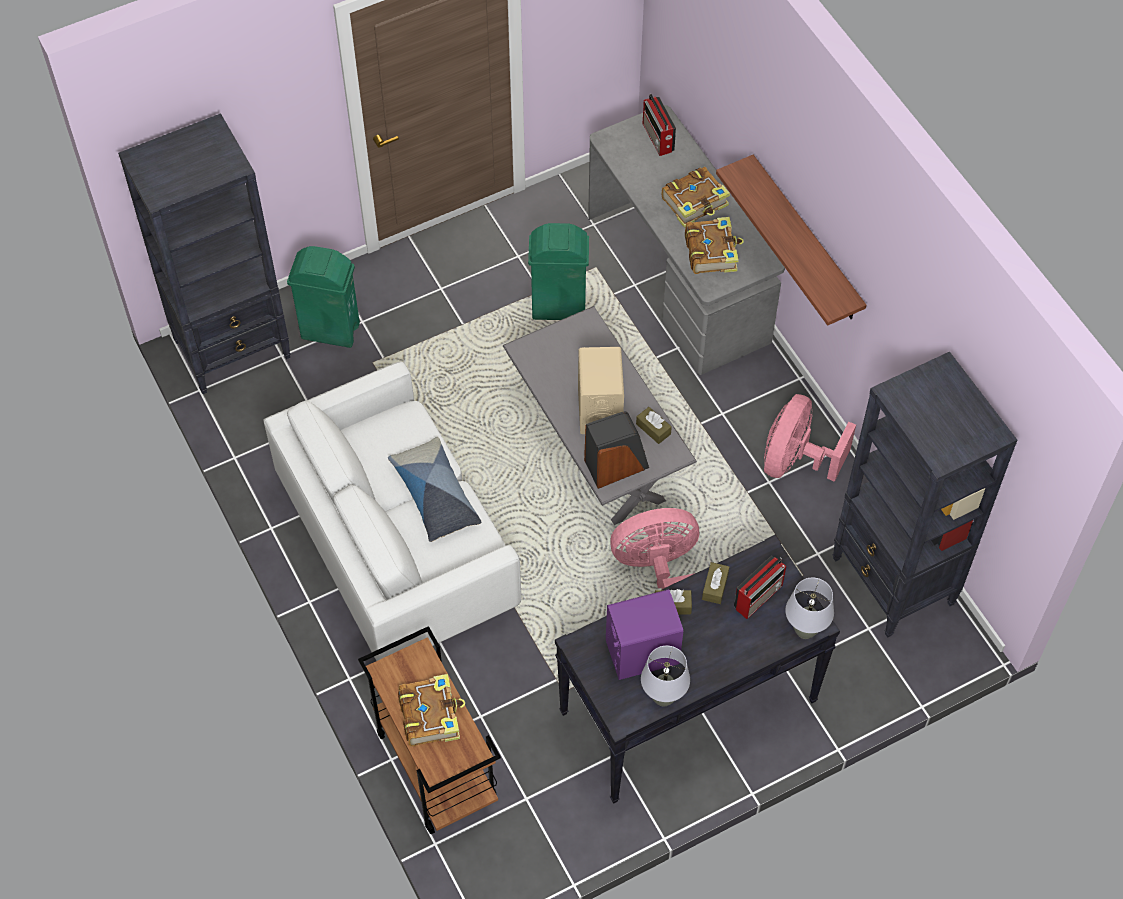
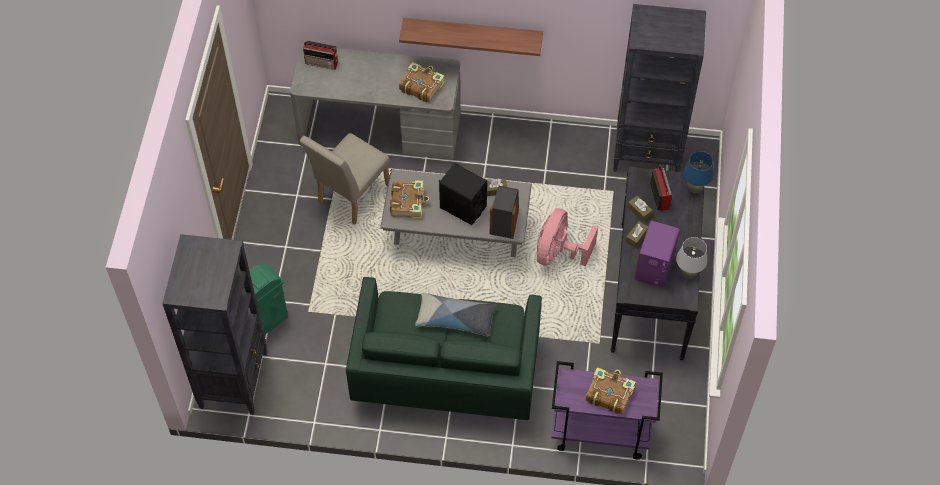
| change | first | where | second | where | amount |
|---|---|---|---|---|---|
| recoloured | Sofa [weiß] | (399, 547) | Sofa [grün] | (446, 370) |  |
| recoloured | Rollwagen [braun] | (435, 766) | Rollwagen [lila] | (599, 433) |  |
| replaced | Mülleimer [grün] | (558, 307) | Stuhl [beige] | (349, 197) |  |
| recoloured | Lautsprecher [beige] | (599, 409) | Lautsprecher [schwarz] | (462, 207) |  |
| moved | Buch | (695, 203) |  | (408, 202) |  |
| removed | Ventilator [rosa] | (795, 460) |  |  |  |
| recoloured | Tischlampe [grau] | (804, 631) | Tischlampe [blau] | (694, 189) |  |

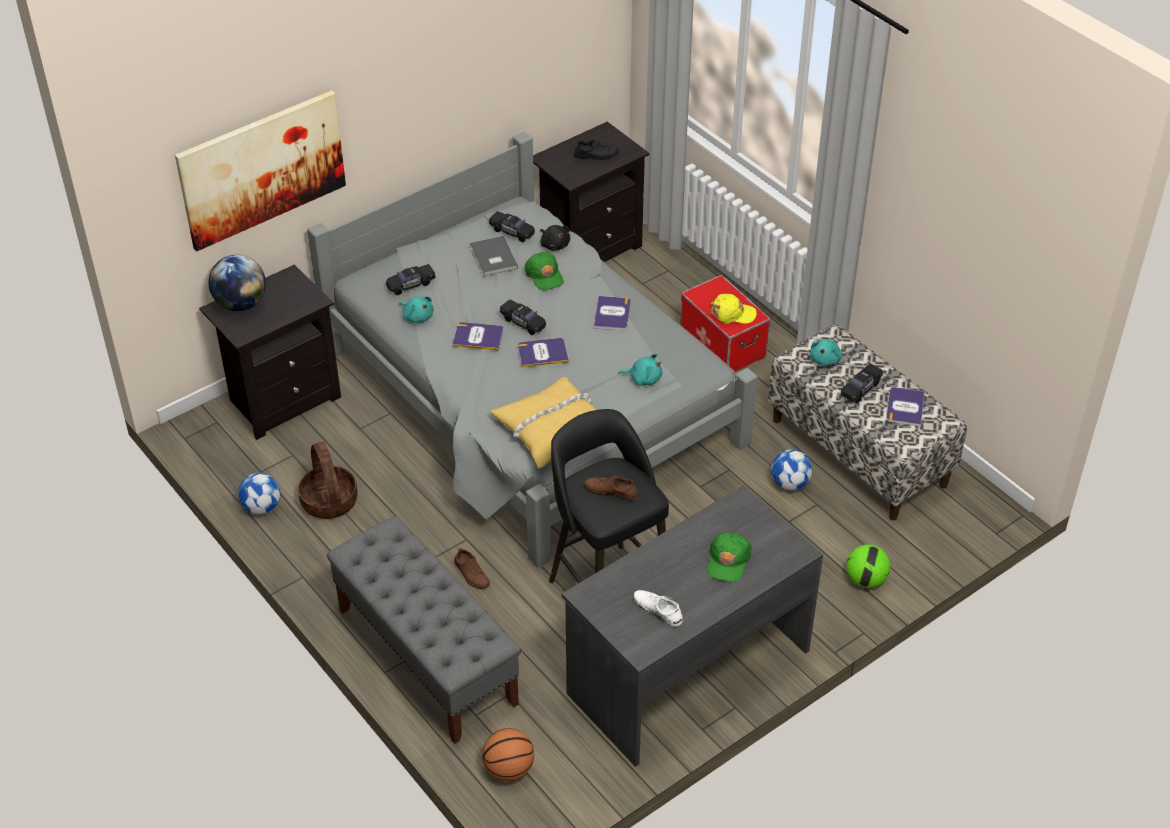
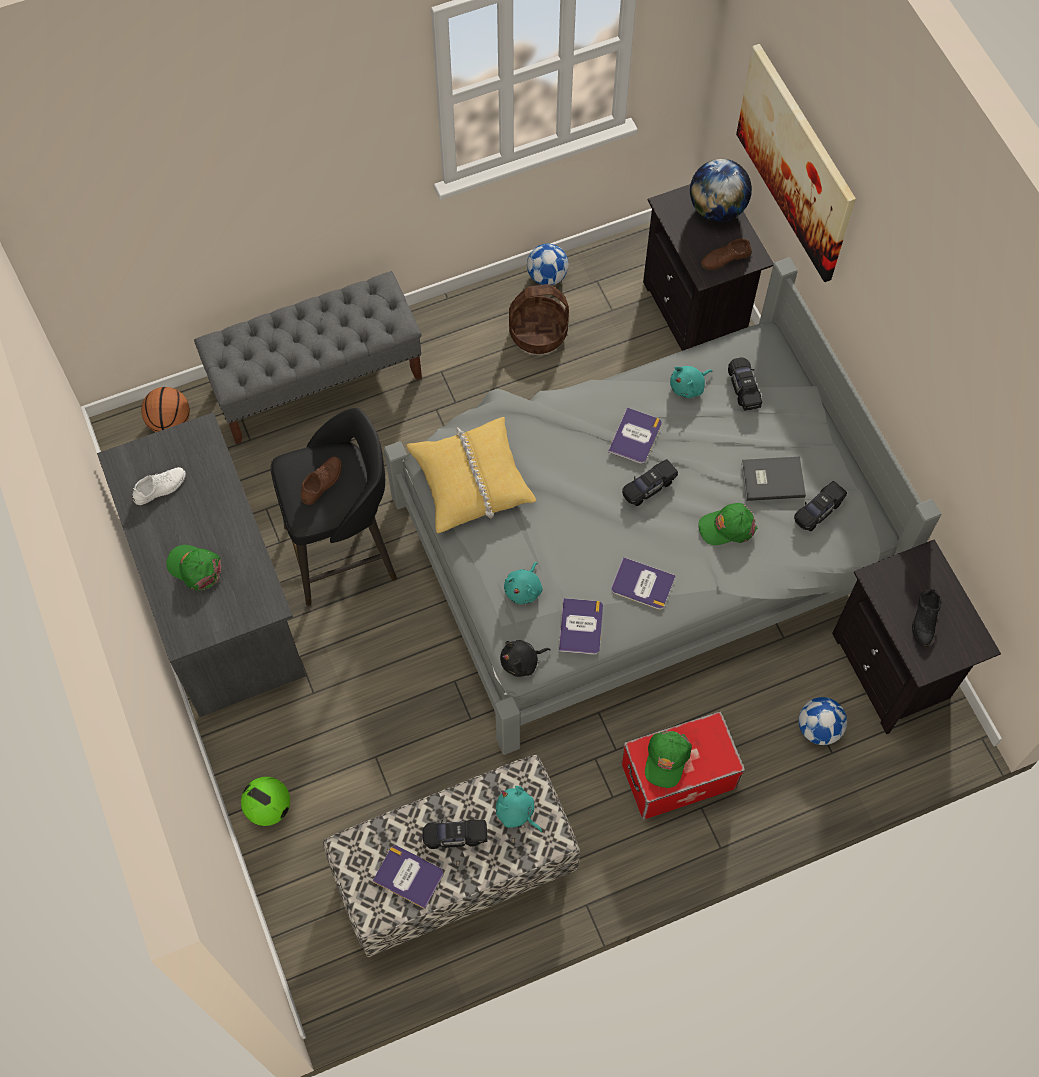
| change | first | where | second | where | amount |
|---|---|---|---|---|---|
| moved | Schuh [braun] | (471, 574) |  | (725, 258) |  |
| moved | Buch | (543, 353) |  | (581, 627) |  |
| moved | Plüschtier [schwarz] | (554, 245) |  | (522, 662) |  |
| recoloured | Kappe [gelb] | (732, 313) | Kappe [grün] | (666, 759) |  |
| moved | Fußball | (789, 483) |  | (819, 728) |  |
| turned | Spielzeugauto [schwarz] | (860, 389) |  | (455, 836) | 60 degrees counterclockwise |

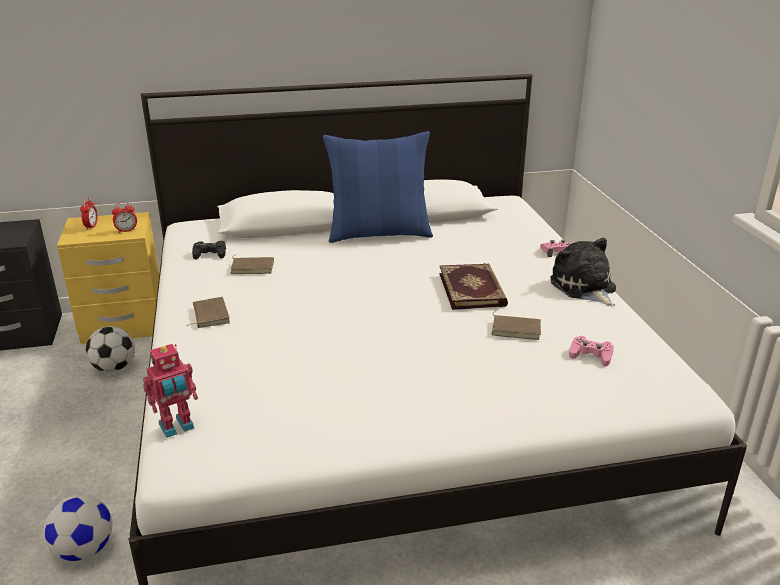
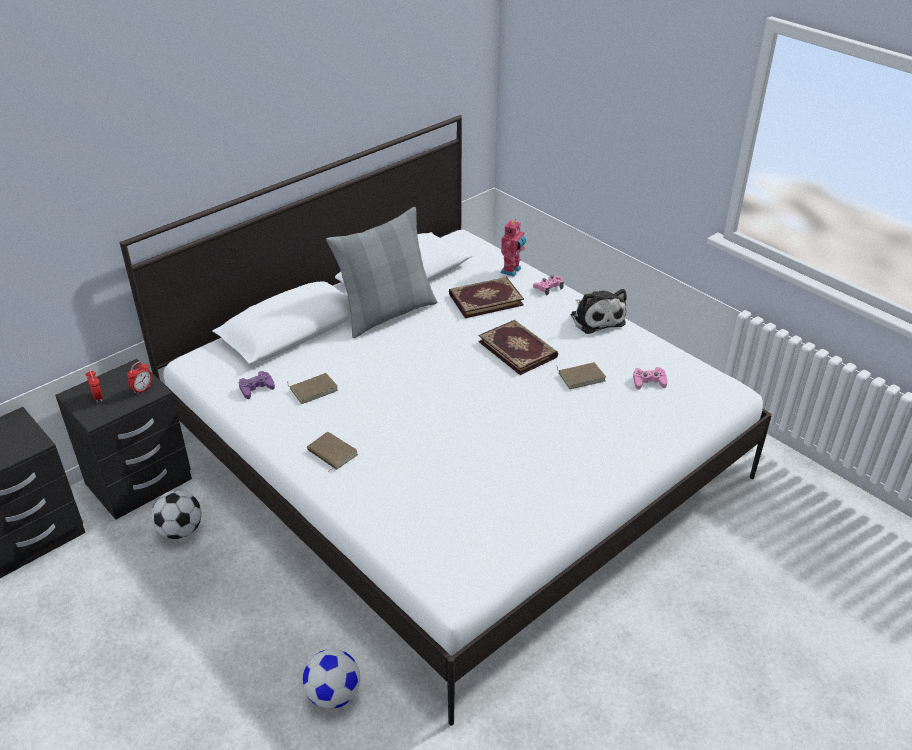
| change | first | where | second | where | amount |
|---|---|---|---|---|---|
| recoloured | Nachttisch [gelb] | (124, 324) | Nachttisch [schwarz] | (139, 482) |  |
| moved | Spielzeugroboter | (177, 427) |  | (512, 271) |  |
| recoloured | Gamepad [schwarz] | (210, 254) | Gamepad [lila] | (256, 388) |  |
| recoloured | Kissen [blau] | (379, 233) | Kissen [grau] | (387, 313) |  |
| turned | Plüschtier | (584, 287) |  | (596, 318) | 150 degrees counterclockwise |
| added |  |  | Buch | (485, 299) |  |

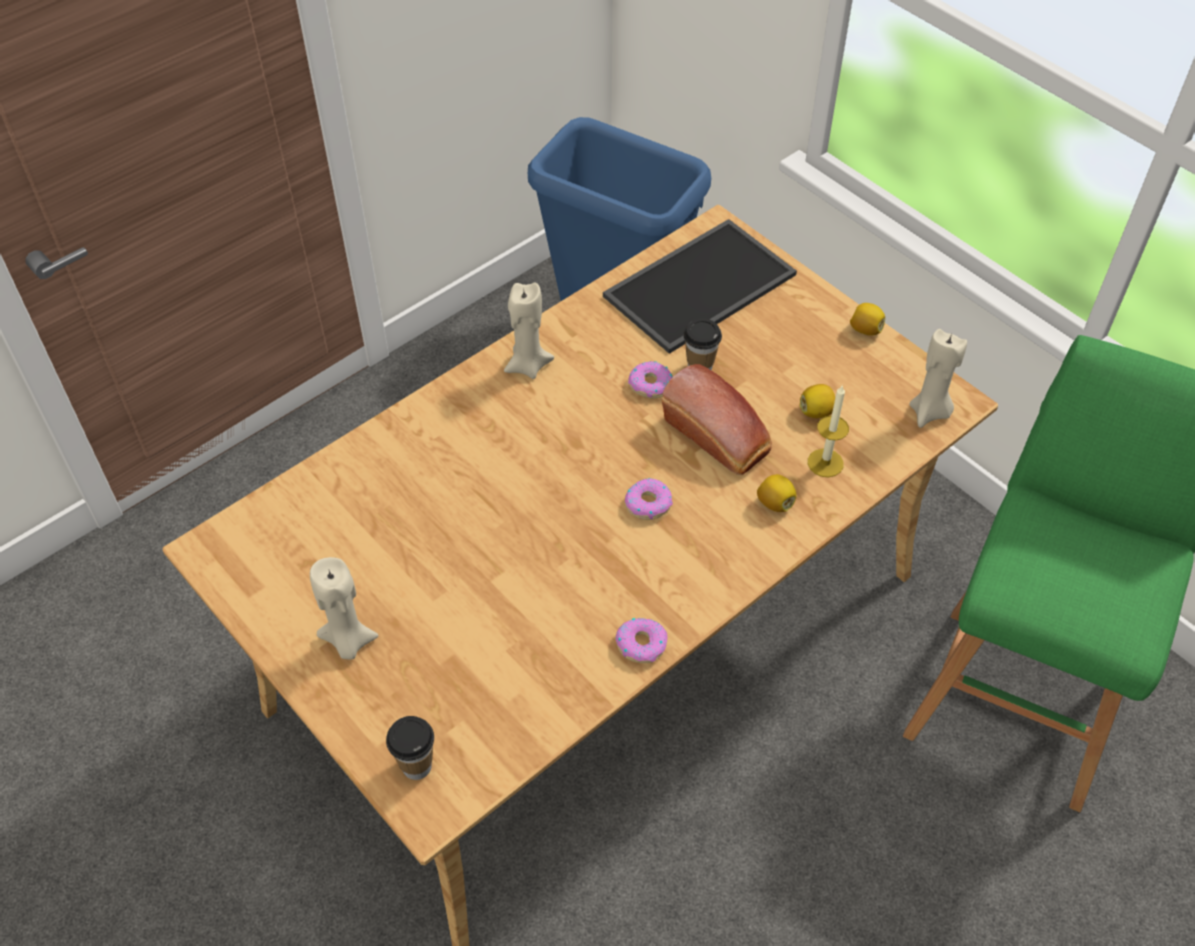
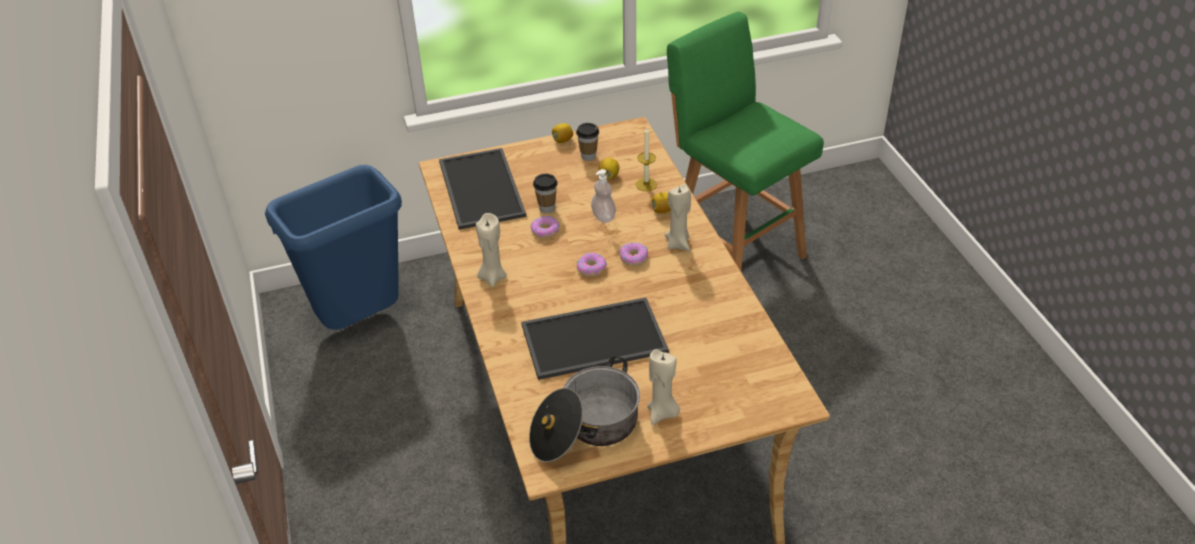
| change | first | where | second | where | amount |
|---|---|---|---|---|---|
| moved | Tasse | (416, 766) |  | (588, 156) |  |
| moved | Donut | (641, 644) |  | (591, 268) |  |
| replaced | Brot | (719, 438) | Seifenspender | (603, 216) |  |
| moved | Kerze [beige] | (929, 412) |  | (678, 244) |  |
| added |  |  | Tablett | (593, 340) |  |
| added |  |  | Kochtopf | (585, 429) |  |

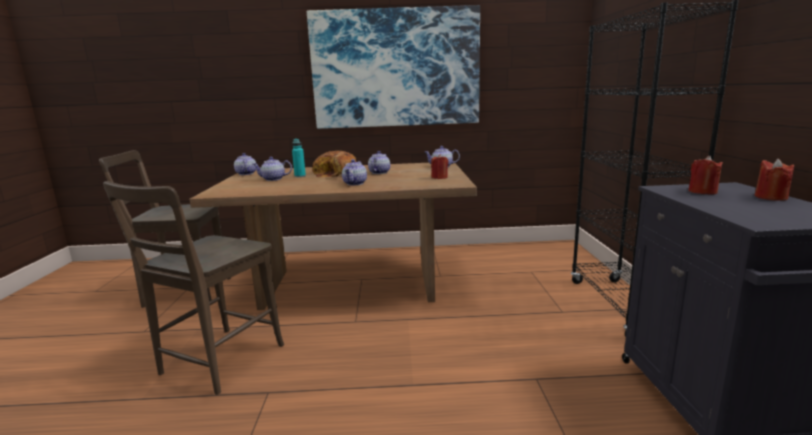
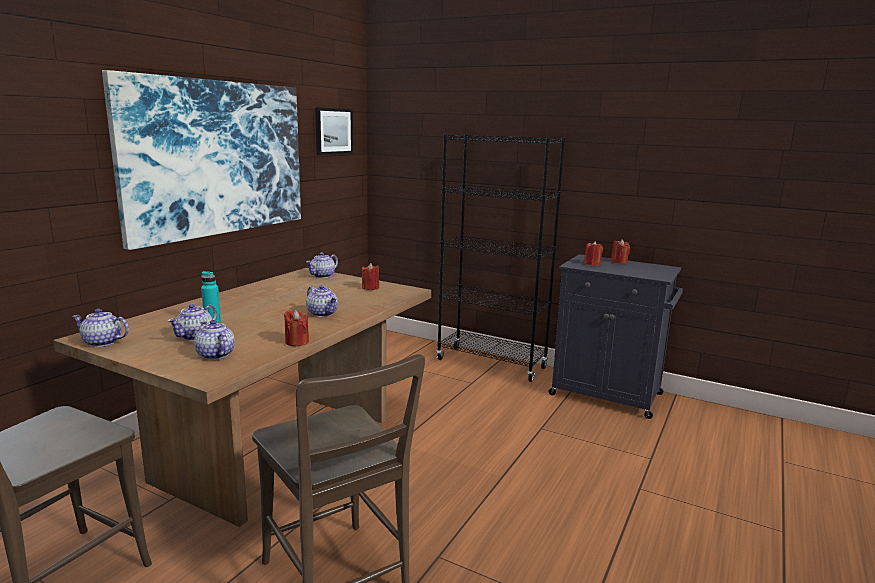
| change | first | where | second | where | amount |
|---|---|---|---|---|---|
| removed | Brot | (336, 174) |  |  |  |
| moved | Teekanne | (379, 172) |  | (215, 355) |  |
| added |  |  | Kerze [rot] | (297, 342) |  |
| added |  |  | Bild | (333, 131) |  |

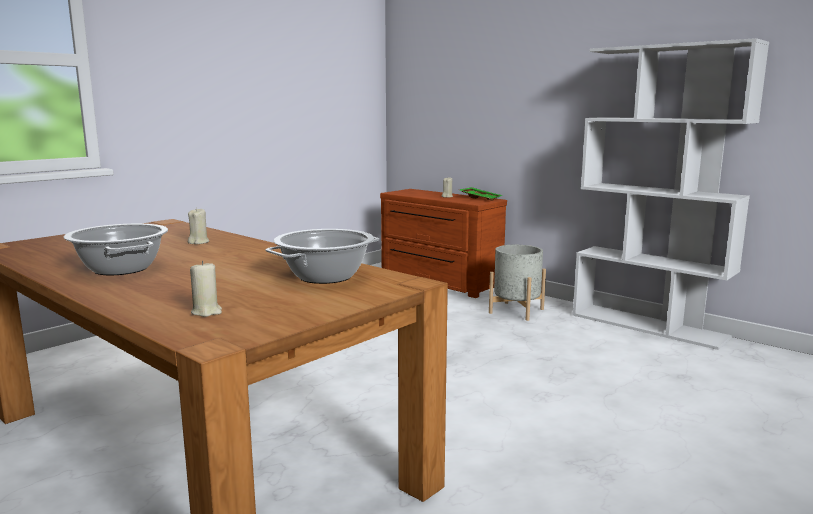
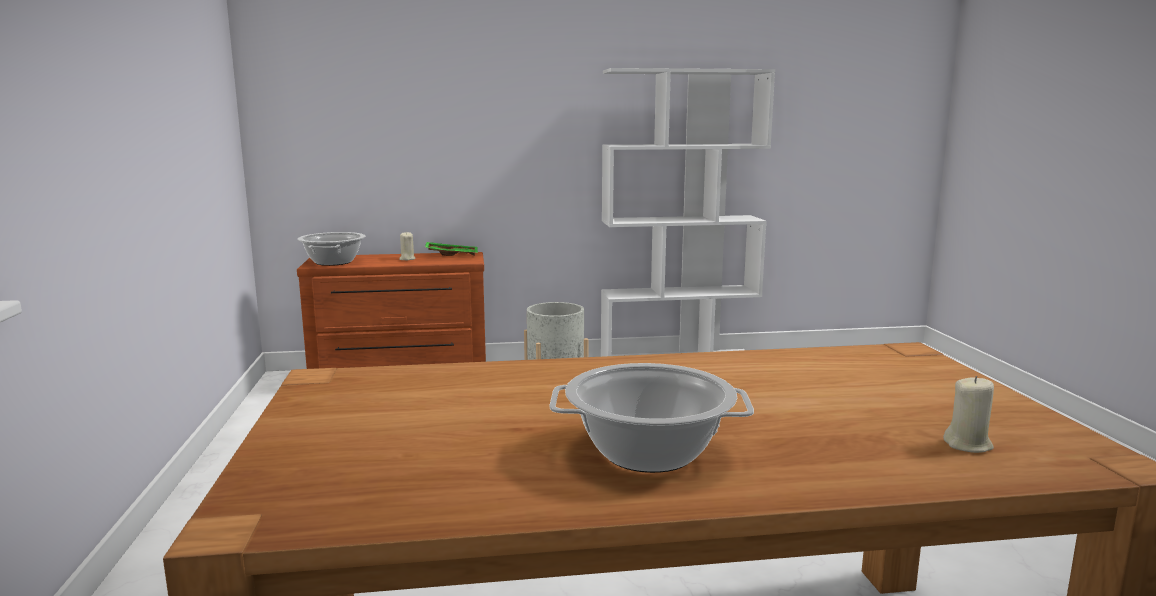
| change | first | where | second | where | amount |
|---|---|---|---|---|---|
| removed | Kerze [beige] | (199, 242) |  |  |  |
| moved | Kochtopf | (325, 276) |  | (333, 262) |  |

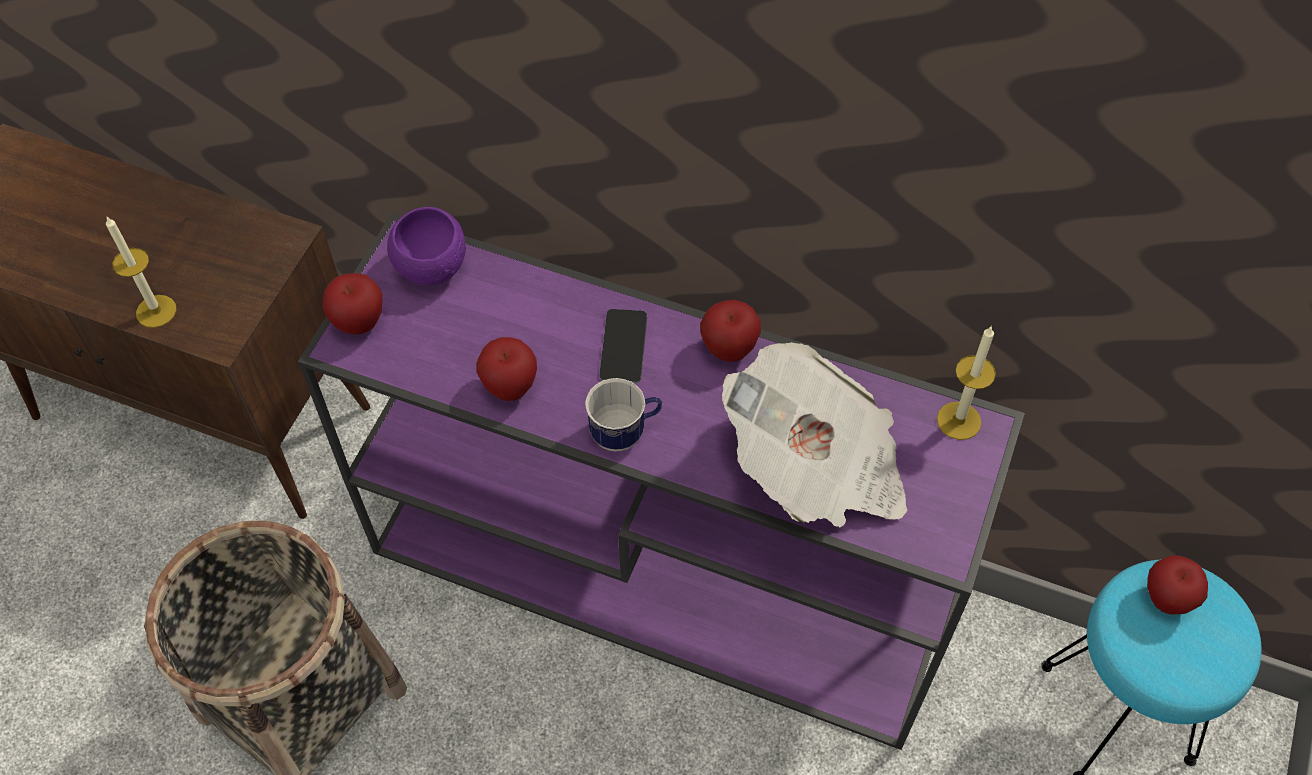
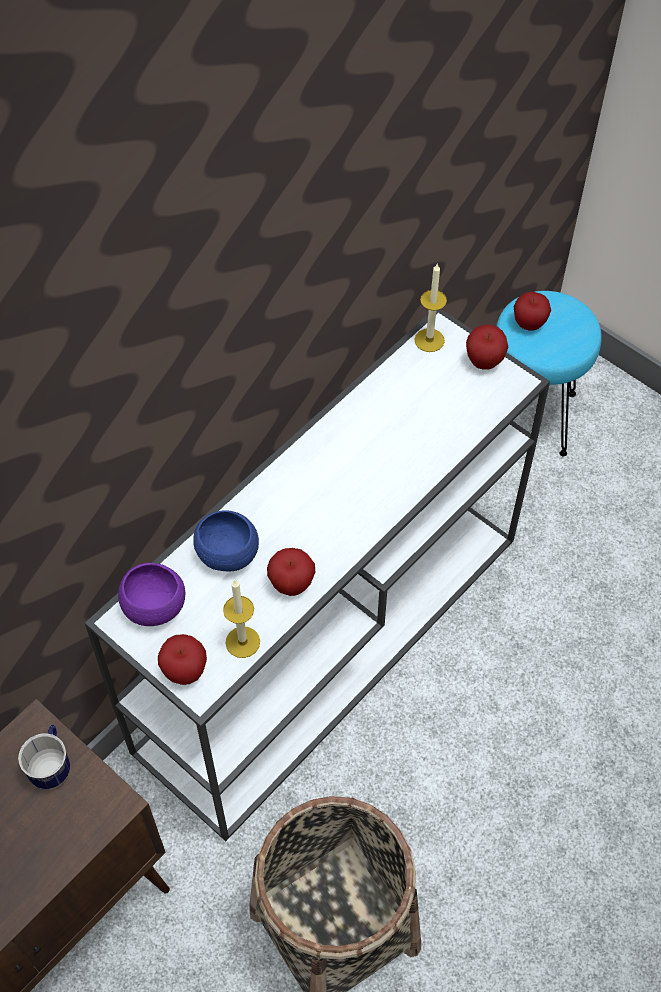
| change | first | where | second | where | amount |
|---|---|---|---|---|---|
| moved | Kerze | (156, 311) |  | (242, 642) |  |
| recoloured | Konsolentisch [lila] | (663, 576) | Konsolentisch [weiß] | (332, 638) |  |
| moved | Henkelbecher | (625, 432) |  | (52, 766) |  |
| removed | Handy | (623, 346) |  |  |  |
| moved | Apfel | (729, 349) |  | (484, 362) |  |
| removed | Zeitung | (816, 466) |  |  |  |
| added |  |  | Schüssel [blau] | (228, 554) |  |

